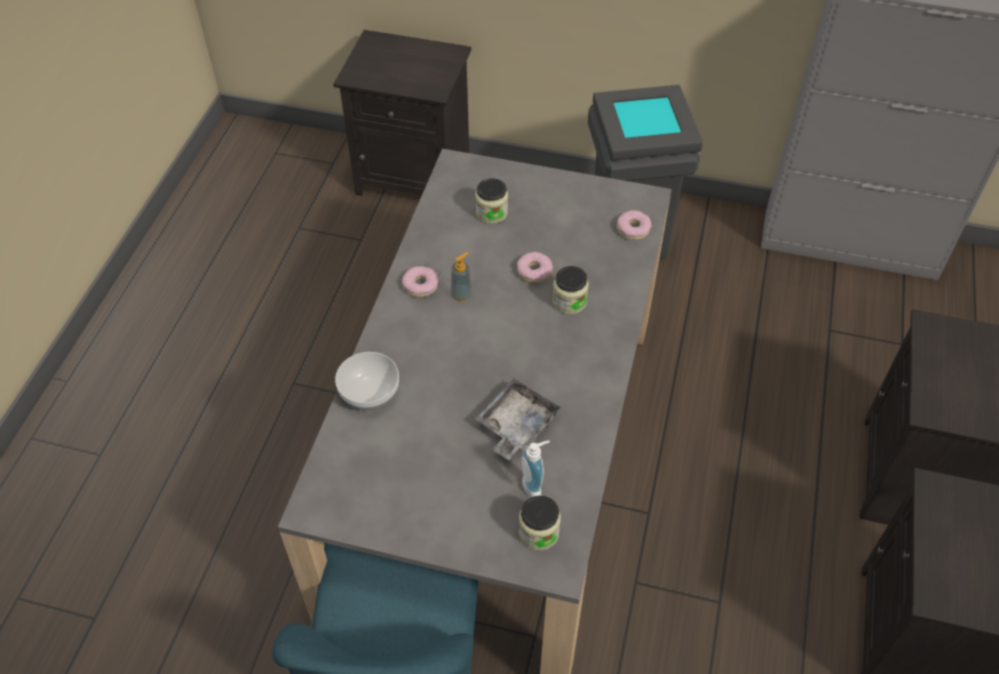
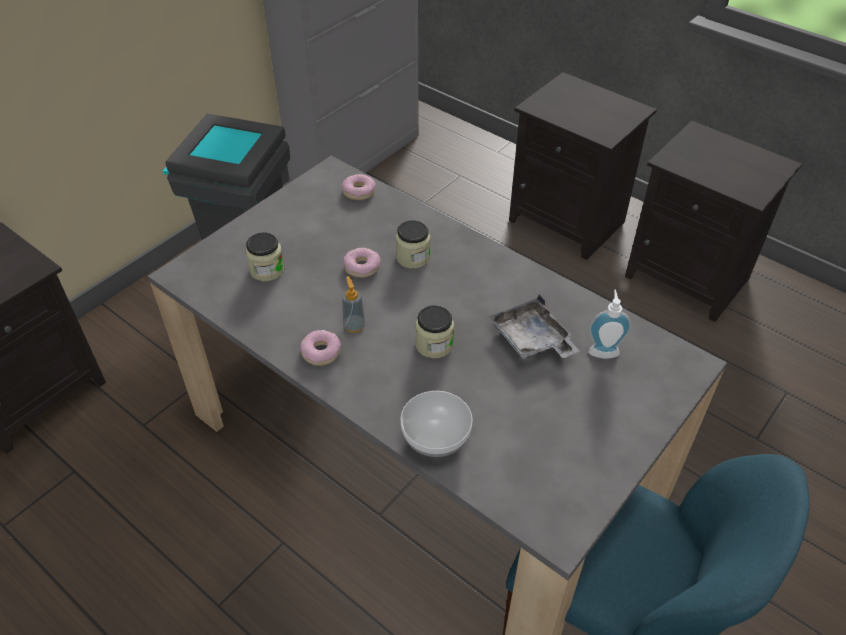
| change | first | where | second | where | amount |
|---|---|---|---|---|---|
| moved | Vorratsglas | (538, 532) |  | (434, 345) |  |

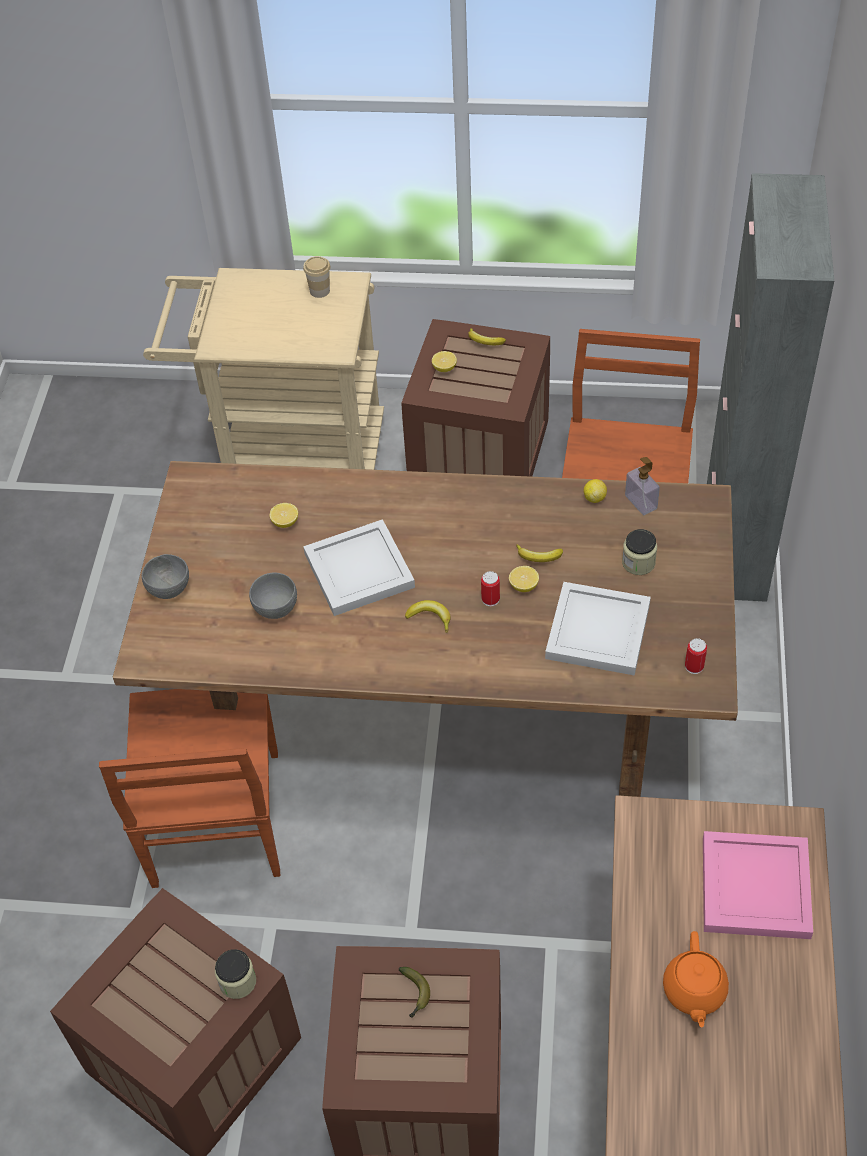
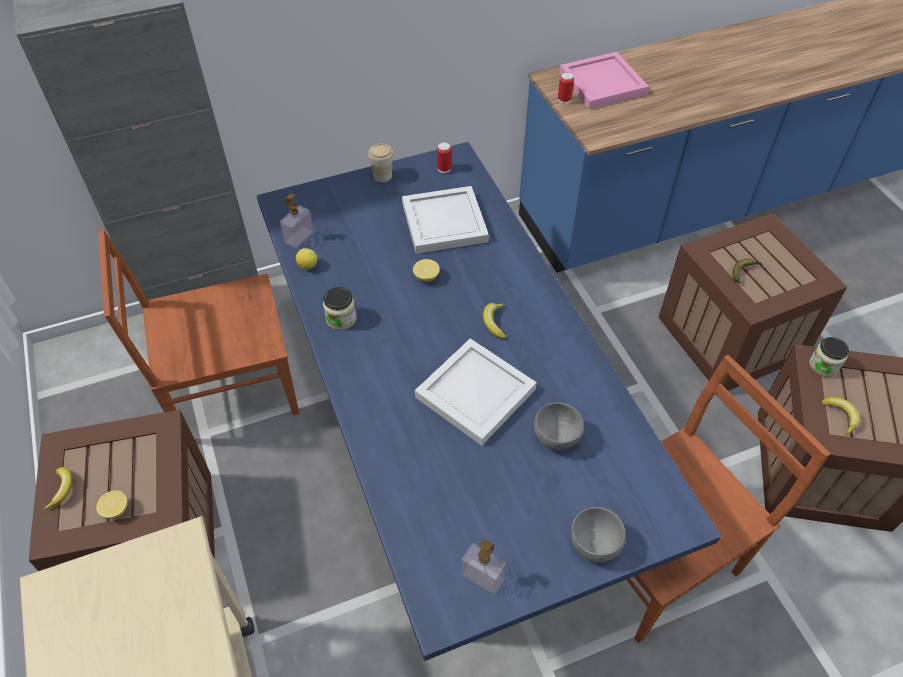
| change | first | where | second | where | amount |
|---|---|---|---|---|---|
| recoloured | Esstisch [braun] | (439, 703) | Esstisch [blau] | (453, 448) |  |
| removed | Zitrone | (285, 522) |  |  |  |
| moved | Tasse | (319, 291) |  | (382, 176) |  |
| moved | Dose | (490, 599) |  | (564, 99) |  |
| moved | Banane | (538, 557) |  | (841, 416) |  |
| moved | Vorratsglas | (638, 562) |  | (341, 318) |  |
| removed | Teekanne [orange] | (694, 991) |  |  |  |
| added |  |  | Seifenspender | (482, 577) |  |

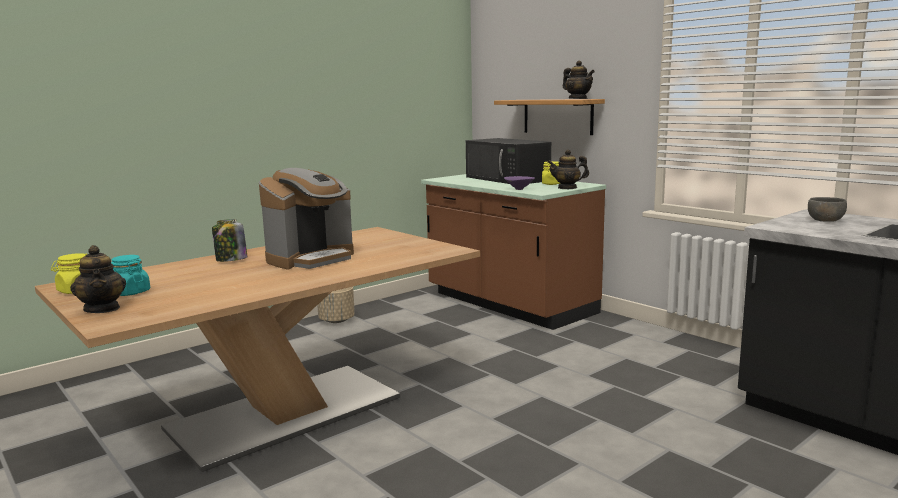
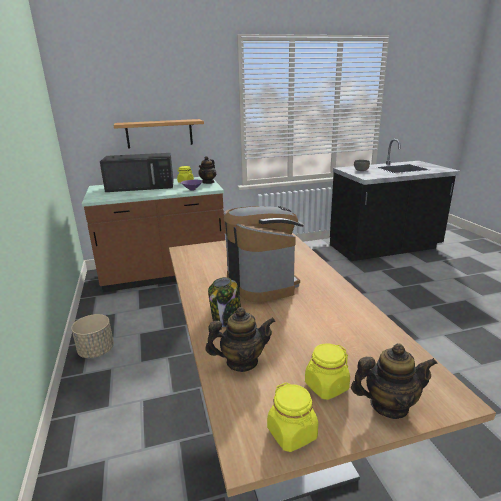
| change | first | where | second | where | amount |
|---|---|---|---|---|---|
| recoloured | Vorratsglas [türkis] | (130, 292) | Vorratsglas [gelb] | (326, 386) |  |
| moved | Teekanne | (578, 99) |  | (242, 362) |  |

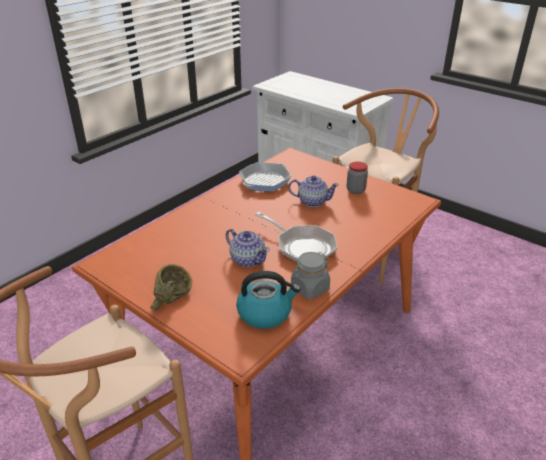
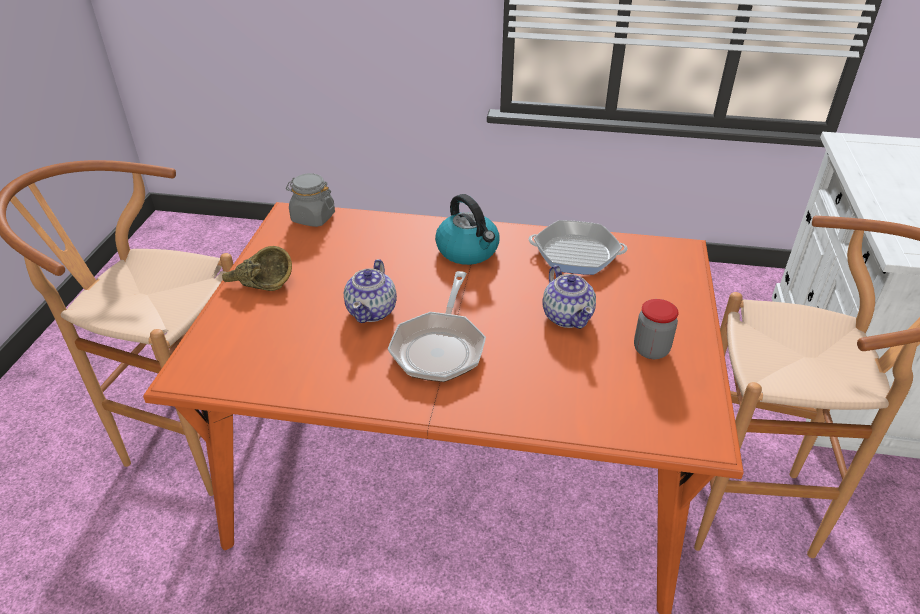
| change | first | where | second | where | amount |
|---|---|---|---|---|---|
| moved | Wasserkessel | (265, 313) |  | (468, 251) |  |
| moved | Vorratsglas [grau] | (309, 289) |  | (313, 218) |  |

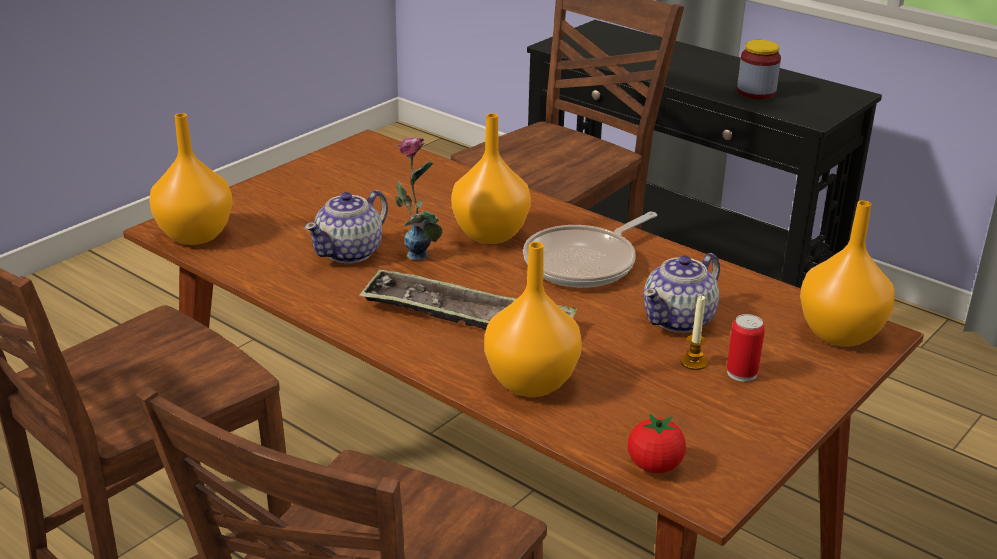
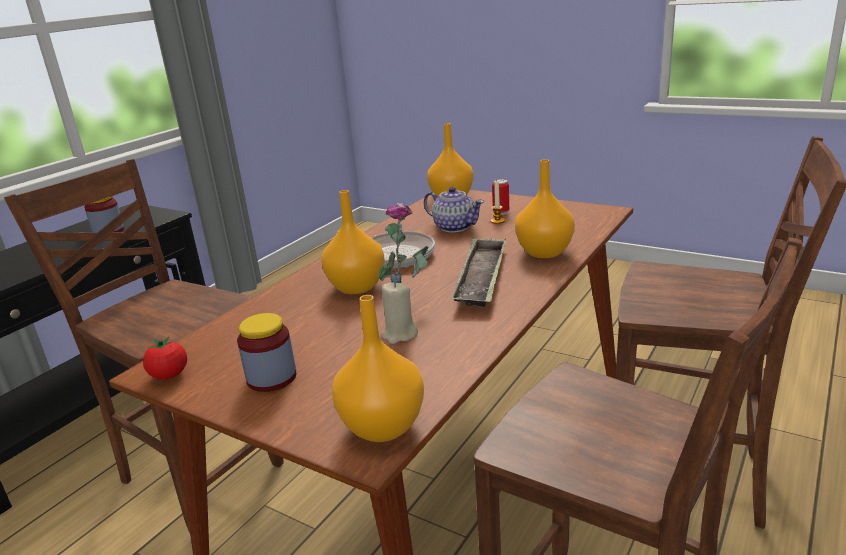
| change | first | where | second | where | amount |
|---|---|---|---|---|---|
| replaced | Teekanne | (350, 252) | Kerze [beige] | (399, 335) |  |
| moved | Tomate | (654, 466) |  | (169, 375) |  |
| added |  |  | Vorratsglas | (271, 378) |  |

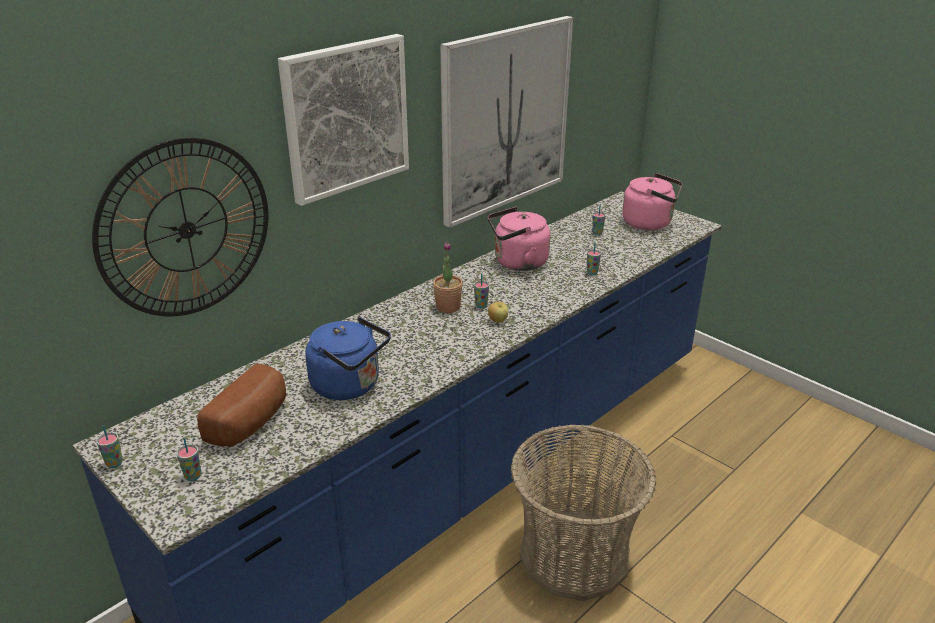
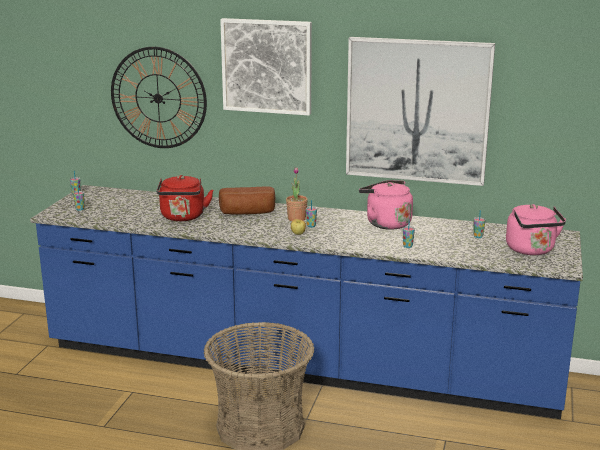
| change | first | where | second | where | amount |
|---|---|---|---|---|---|
| moved | Brot | (252, 422) |  | (247, 213) |  |
| recoloured | Wasserkessel [blau] | (350, 386) | Wasserkessel [rot] | (183, 217) |  |

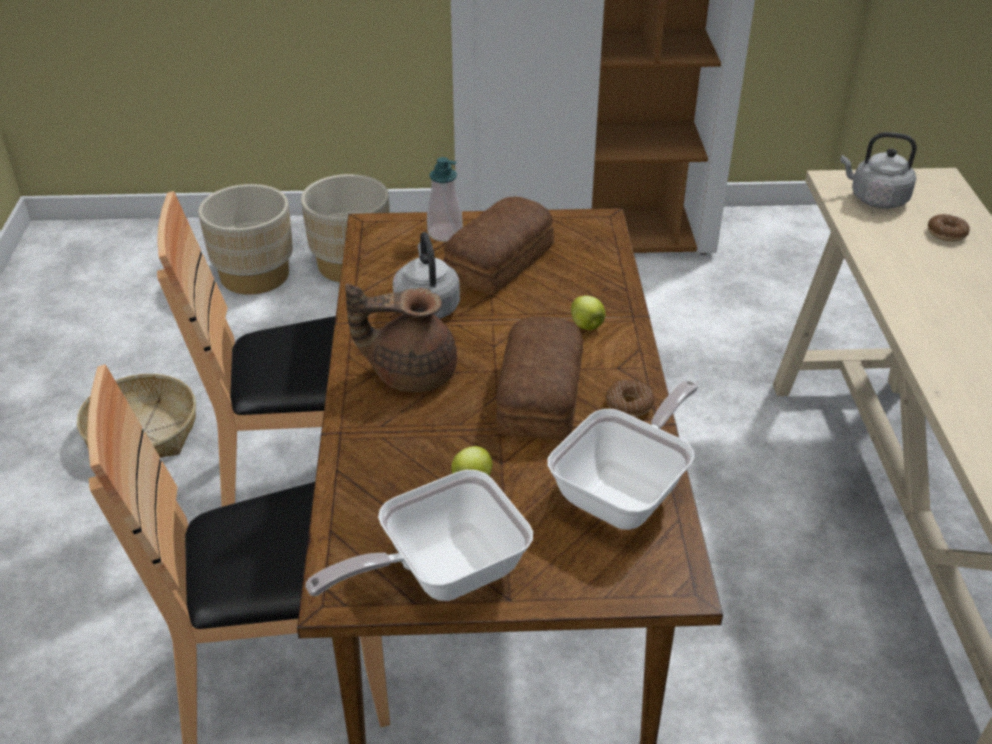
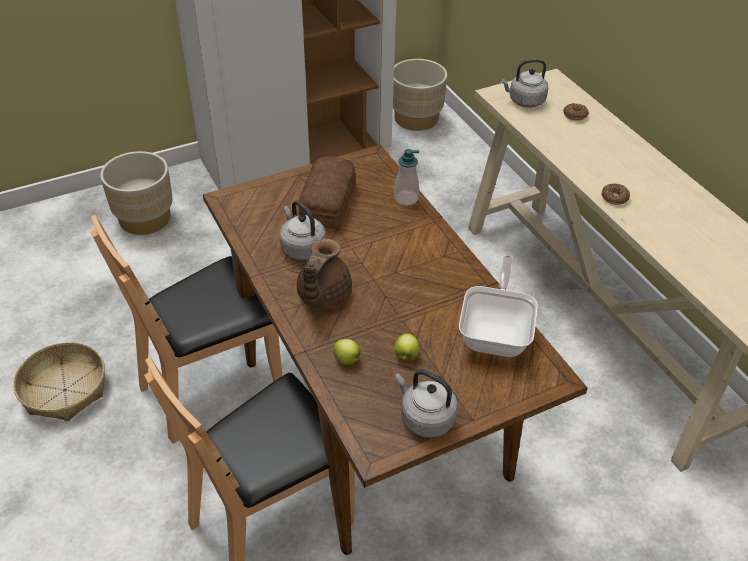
| change | first | where | second | where | amount |
|---|---|---|---|---|---|
| moved | Pflanzkübel [beige] | (254, 276) |  | (416, 118) |  |
| replaced | Pfanne | (440, 573) | Wasserkessel [grau] | (425, 418) |  |
| turned | Teekanne [braun] | (411, 372) |  | (322, 297) | 45 degrees counterclockwise |
| moved | Seifenspender | (445, 233) |  | (406, 198) |  |
| removed | Brot | (542, 394) |  |  |  |
| moved | Apfel | (587, 326) |  | (347, 360) |  |
| moved | Donut | (629, 405) |  | (614, 198) |  |

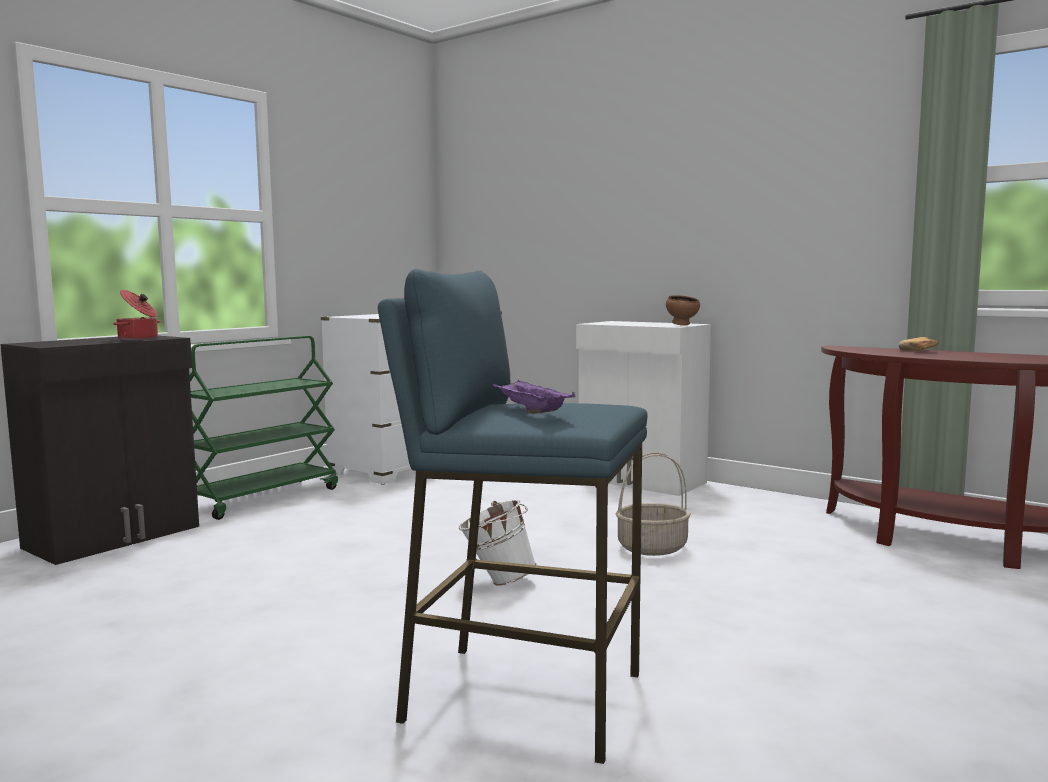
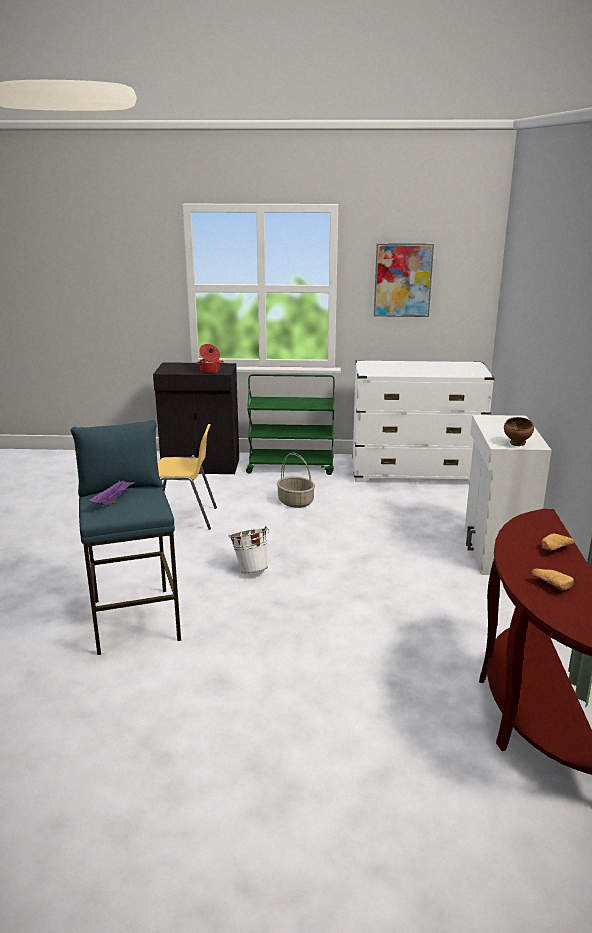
| change | first | where | second | where | amount |
|---|---|---|---|---|---|
| moved | Korb | (653, 547) |  | (296, 502) |  |
| added |  |  | Stuhl [gelb] | (185, 518) |  |
| added |  |  | Bild | (403, 280) |  |
| added |  |  | Brot | (550, 584) |  |

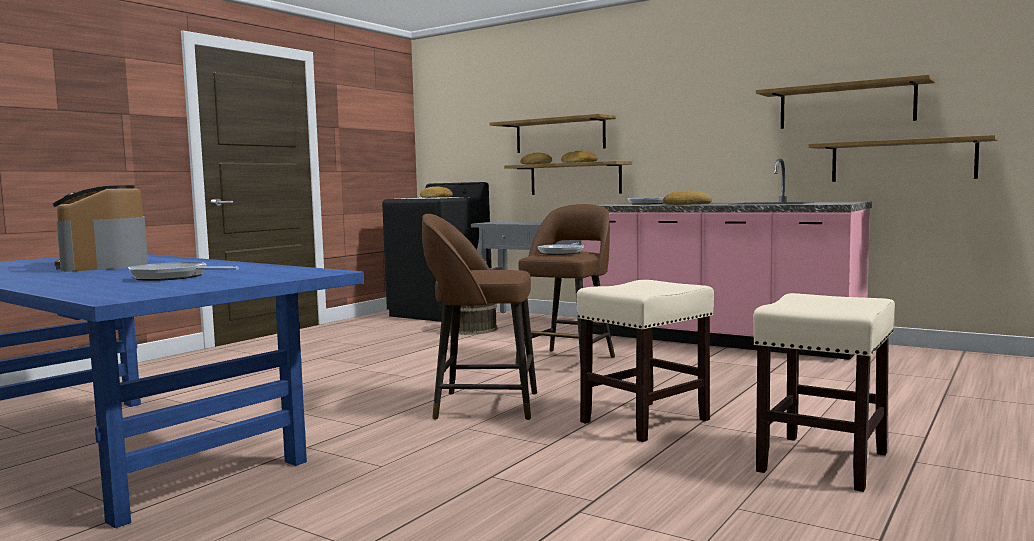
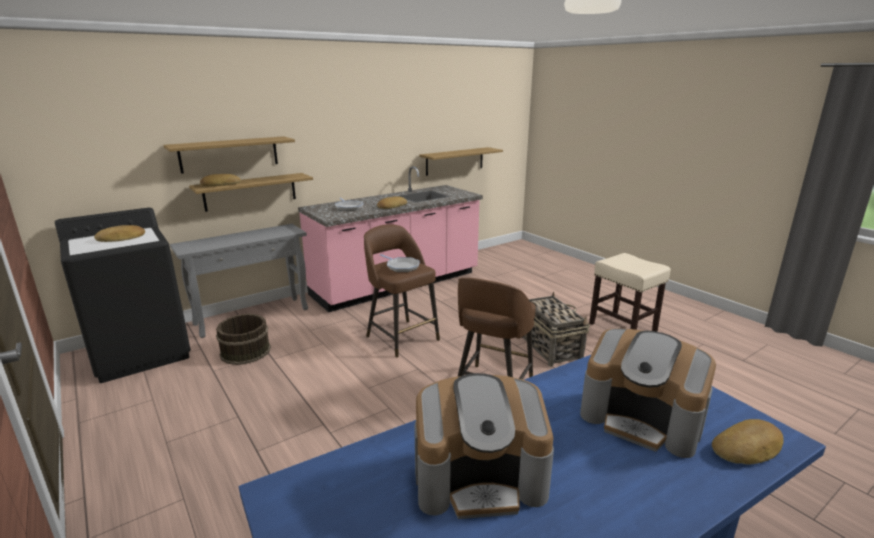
| change | first | where | second | where | amount |
|---|---|---|---|---|---|
| replaced | Pfanne | (173, 277) | Kaffeemaschine | (641, 419) |  |
| moved | Brot | (578, 162) |  | (748, 448) |  |
| replaced | Hocker [beige] | (645, 420) | Korb | (550, 347) |  |
| removed | Wandregal | (846, 105) |  |  |  |

